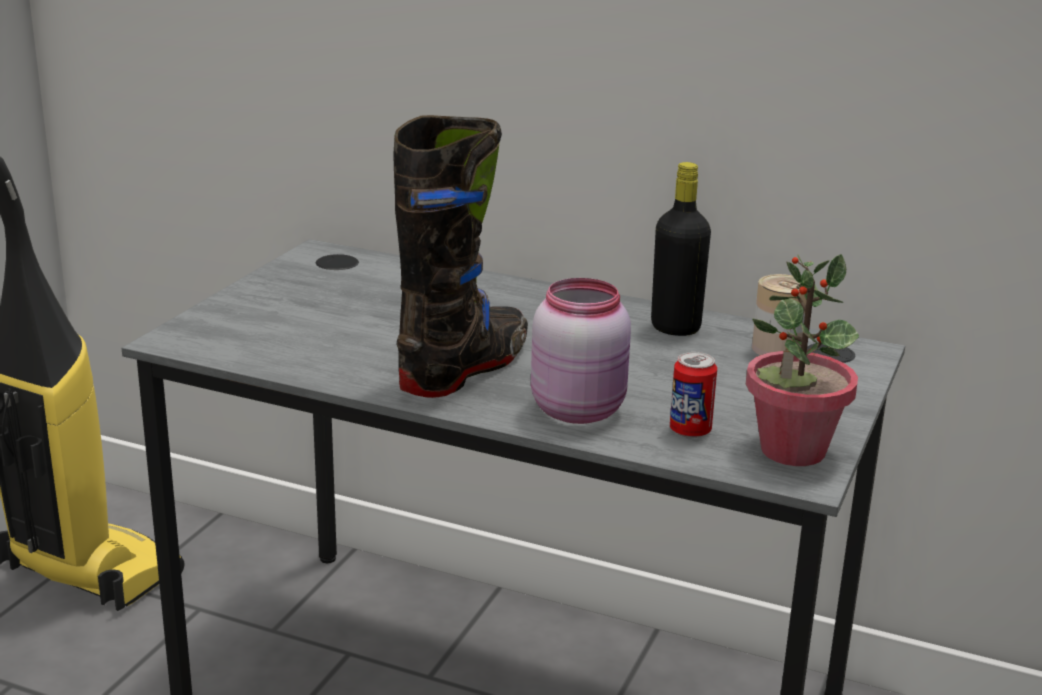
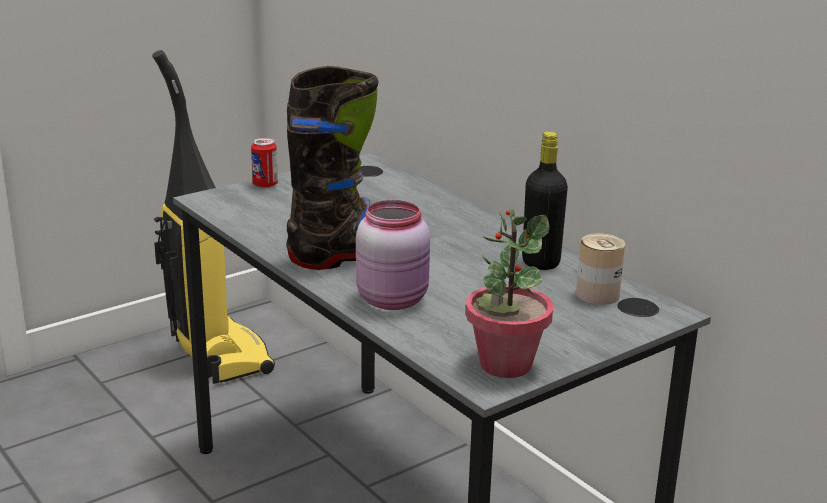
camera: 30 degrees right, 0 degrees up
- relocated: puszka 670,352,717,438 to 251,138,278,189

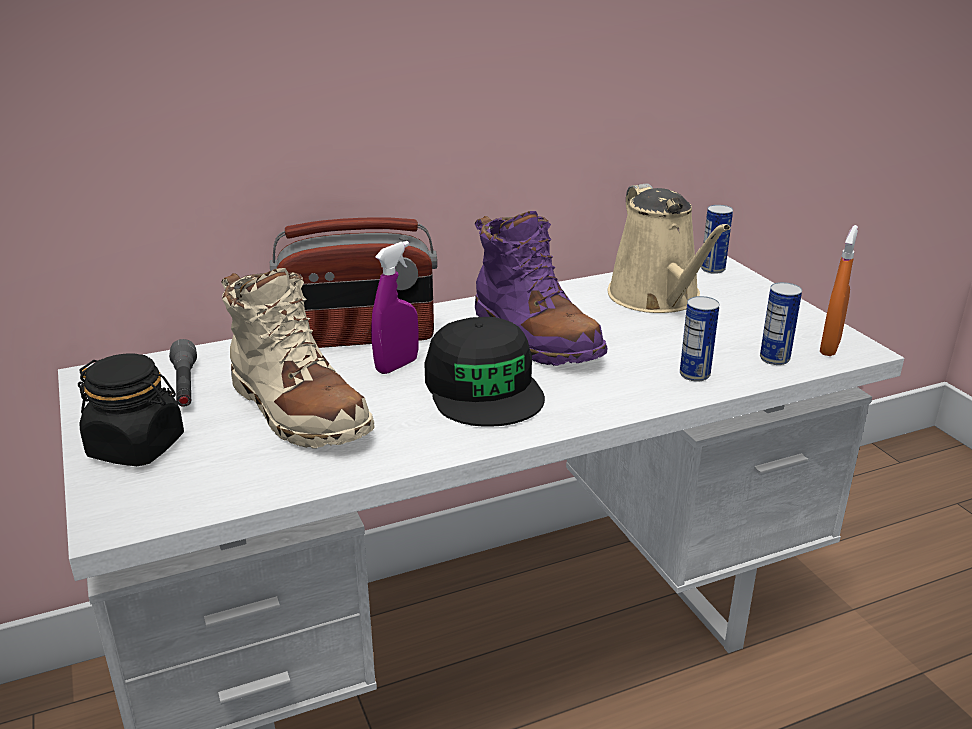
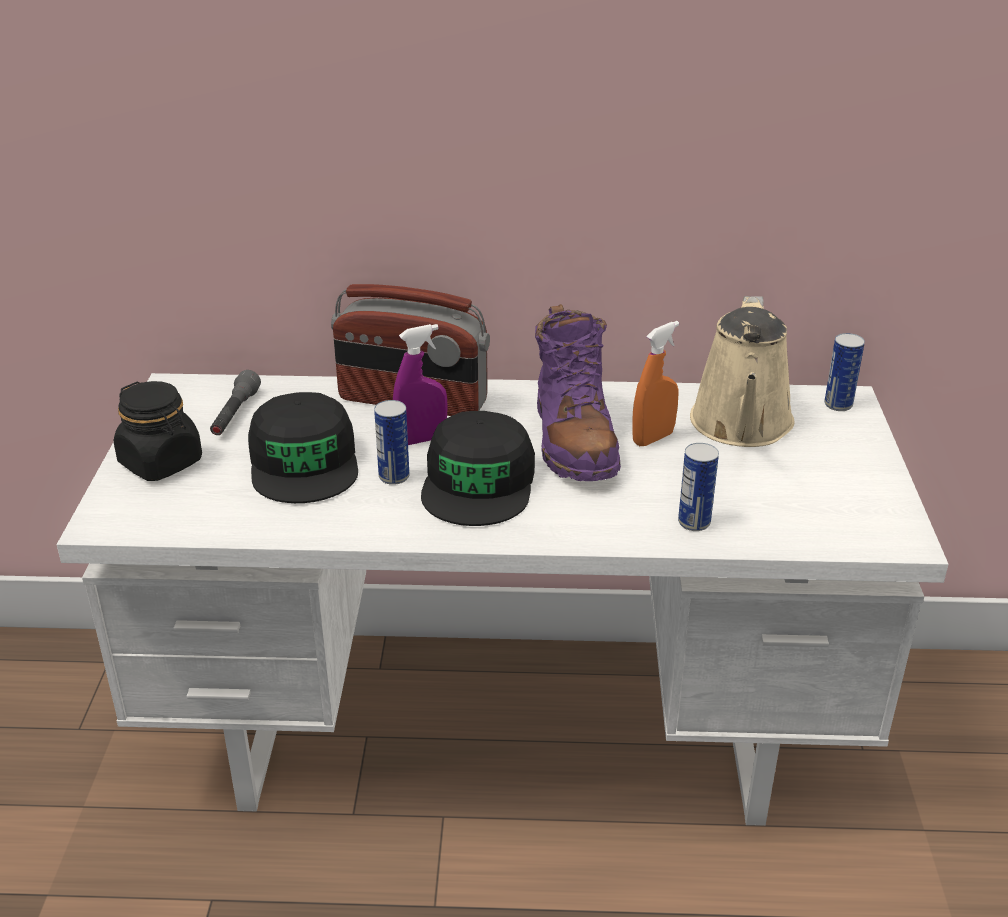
camera: 25 degrees right, 5 degrees up
- relocated: puszka 760,282,802,365 to 374,400,409,485
- relocated: spryskiwacz [pomarańczowy] 820,225,858,356 to 632,321,679,446
- exchanged: but z cholewką [beżowy] 221,268,374,449 to czapka z daszkiem [czarny] 248,392,358,503

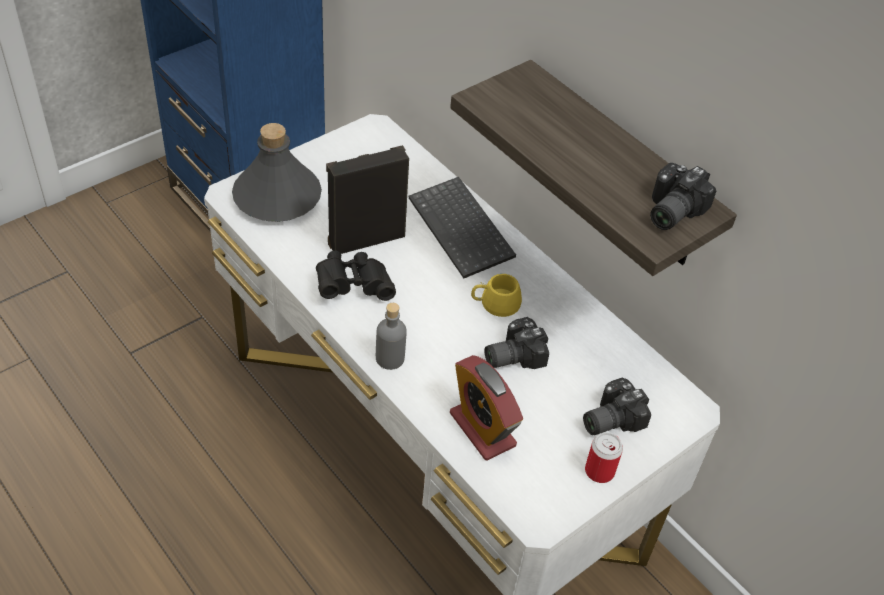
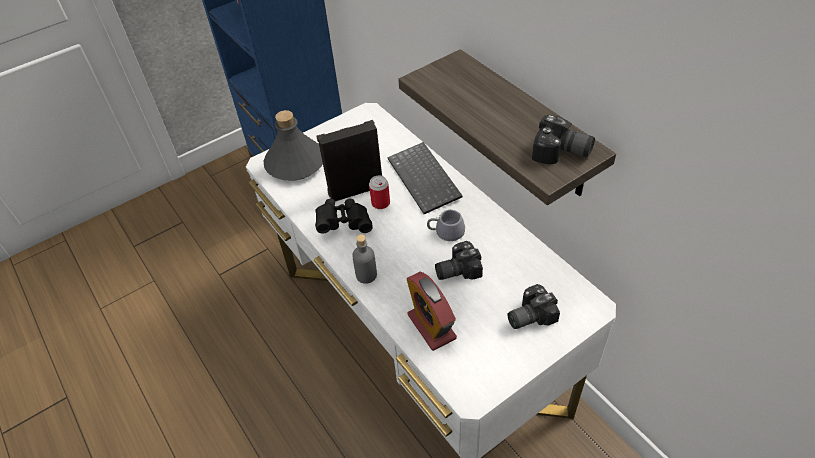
camera: 10 degrees right, 0 degrees up
- relocated: puszka 585,432,623,483 to 369,176,390,209
- colour: kubek [żółty] 471,274,522,317 to kubek [szary] 427,210,465,241
- spun: aparat fotograficzny 650,163,716,230 = 532,115,595,164 105 degrees counterclockwise

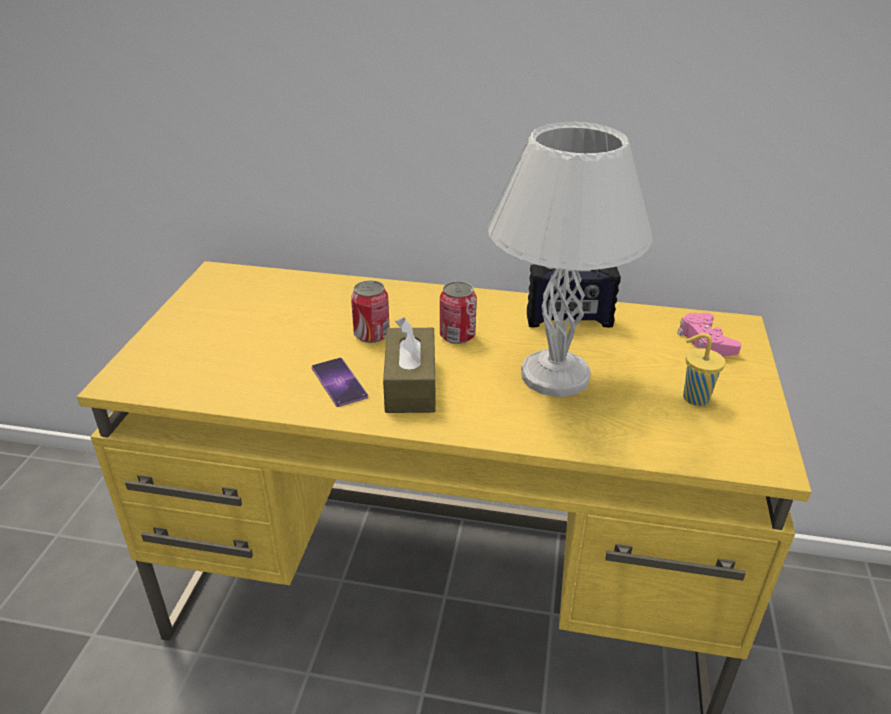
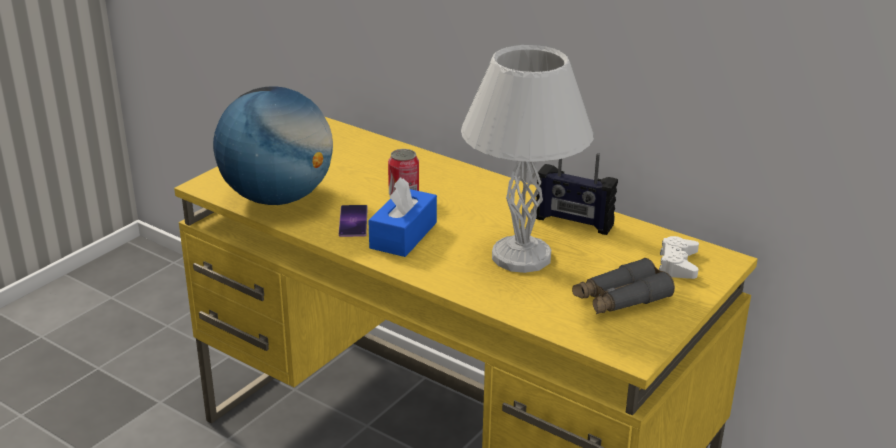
camera: 25 degrees right, 5 degrees down
- missing: puszka 440,281,477,344
- appeared: globus 213,87,333,205
- exchanged: filiżanka [żółty] 683,333,725,406 to lornetka [szary] 572,258,675,314
- colour: pudełko chusteczek [brązowy] 383,318,435,413 to pudełko chusteczek [niebieski] 368,177,437,257
- colour: pad do gier [różowy] 677,313,742,357 to pad do gier [biały] 659,236,699,279

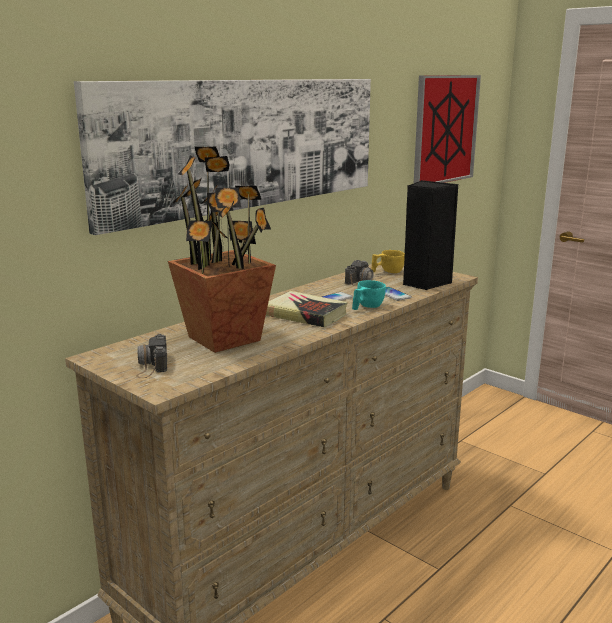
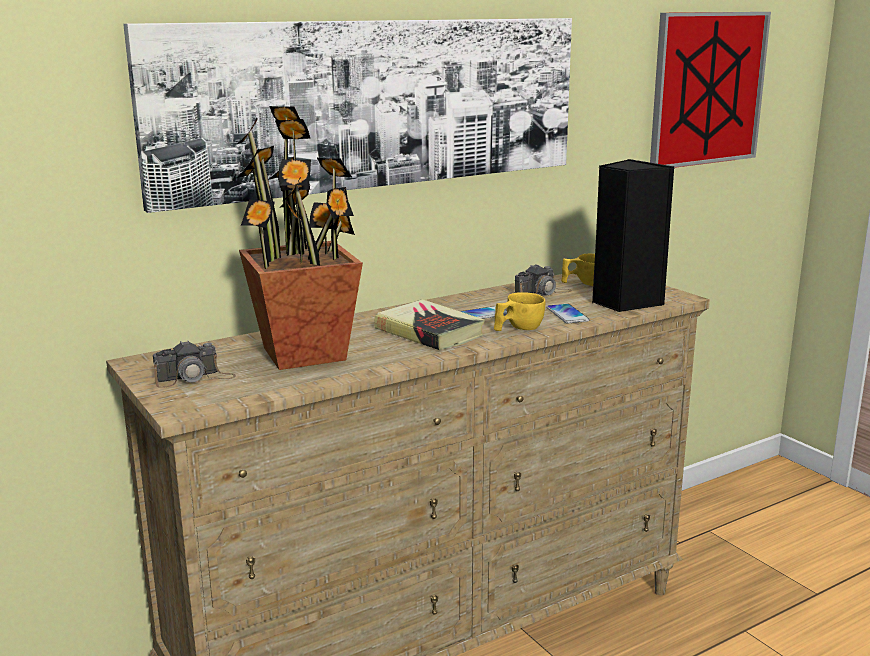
camera: 15 degrees right, 0 degrees up
- colour: filiżanka [turkusowy] 352,280,386,310 to filiżanka [żółty] 494,292,545,331
- spun: aparat fotograficzny 136,334,167,378 = 153,340,236,388 120 degrees counterclockwise

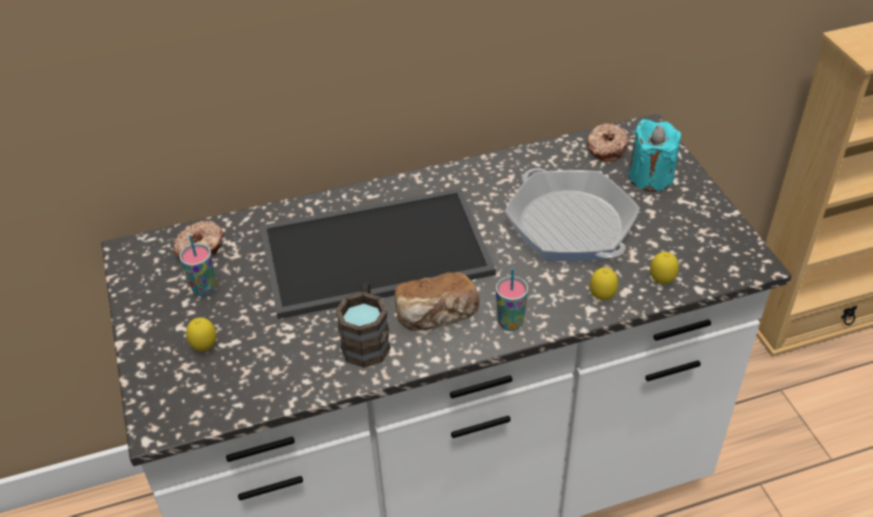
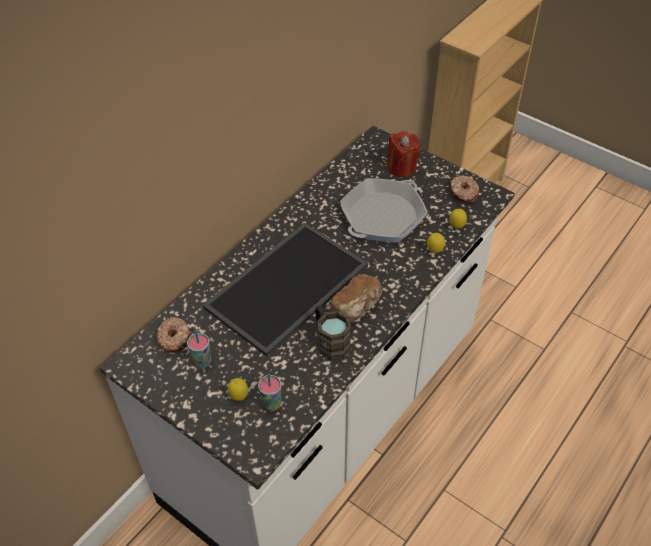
camera: 35 degrees left, 5 degrees up
- relocated: filiżanka 496,268,528,331 to 258,373,282,411
- relocated: donut 587,123,629,162 to 450,175,479,203
- colour: świeca [turkusowy] 628,119,681,192 to świeca [czerwony] 387,131,420,177
- spun: patelnia 504,168,640,261 = 340,178,428,242 75 degrees counterclockwise

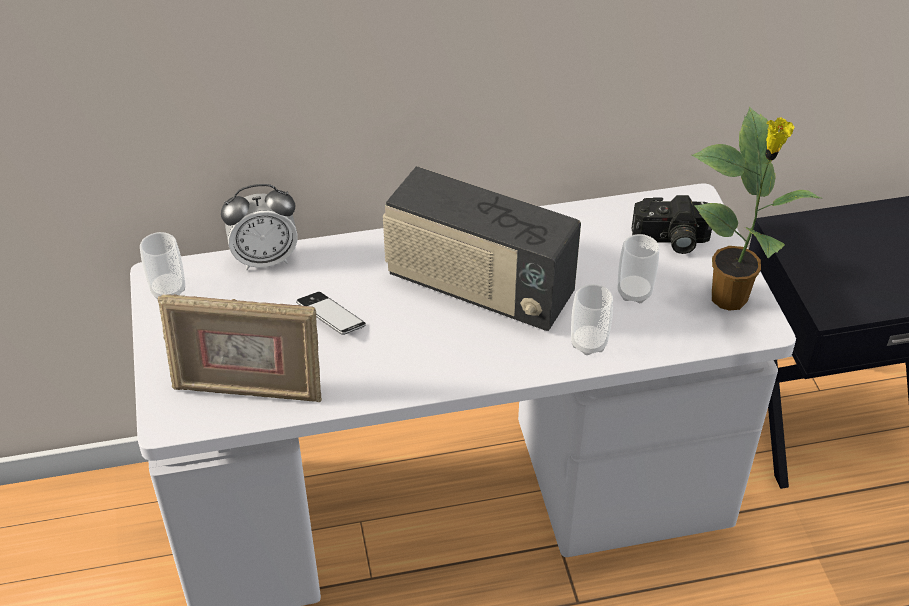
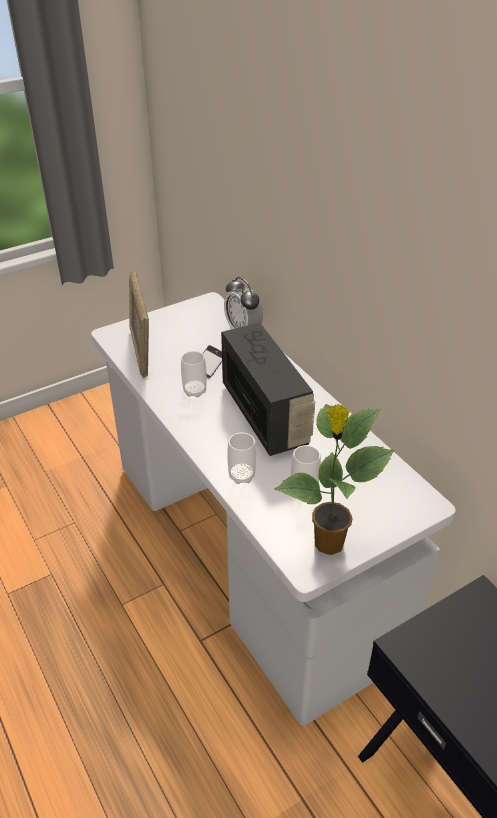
camera: 70 degrees right, 5 degrees down
- missing: aparat fotograficzny 632,195,712,254
- relocated: filiżanka 140,232,185,300 to 181,351,207,397
- spun: radio 383,166,581,331 = 221,323,315,456 150 degrees clockwise

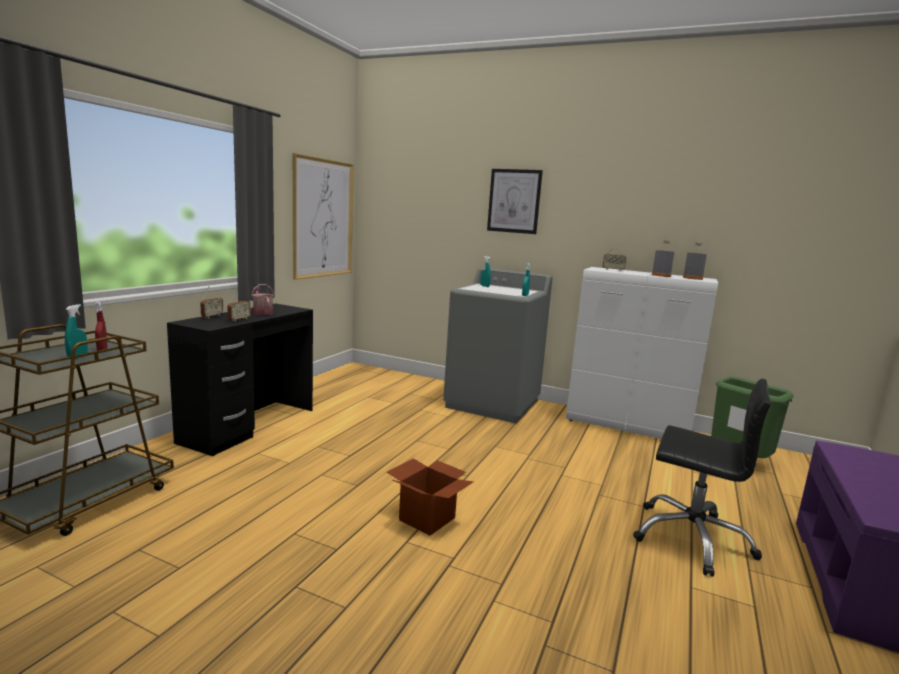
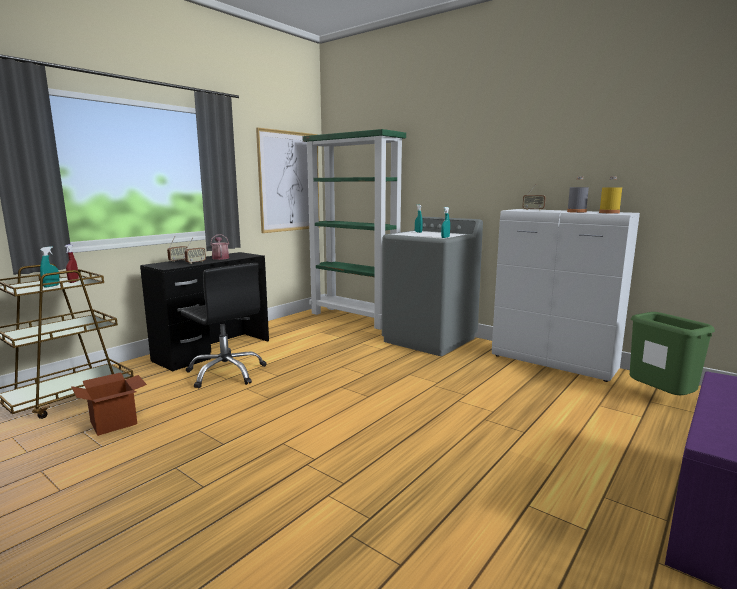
camera: 15 degrees right, 0 degrees up
- missing: obraz 487,169,543,234
- appeared: regał [zielony] 303,129,406,330
- relocated: karton 387,458,473,536 to 71,372,147,436
- relocated: krzesło biurowe [czarny] 633,379,771,576 to 181,263,267,388
- colour: butelka [szary] 683,243,707,280 to butelka [żółty] 599,176,622,214

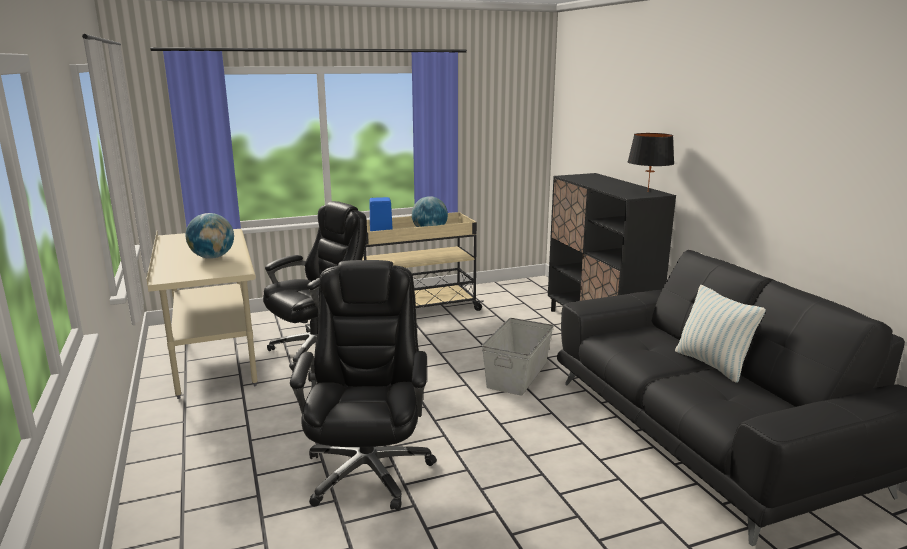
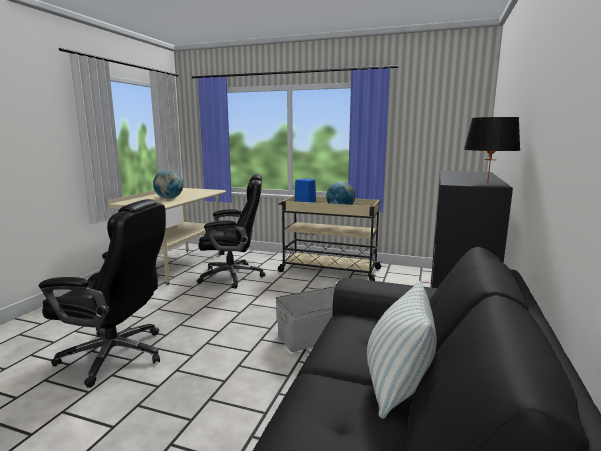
camera: 40 degrees right, 5 degrees down
- spun: krzesło biurowe [czarny] 290,260,437,511 = 39,199,166,388 60 degrees clockwise

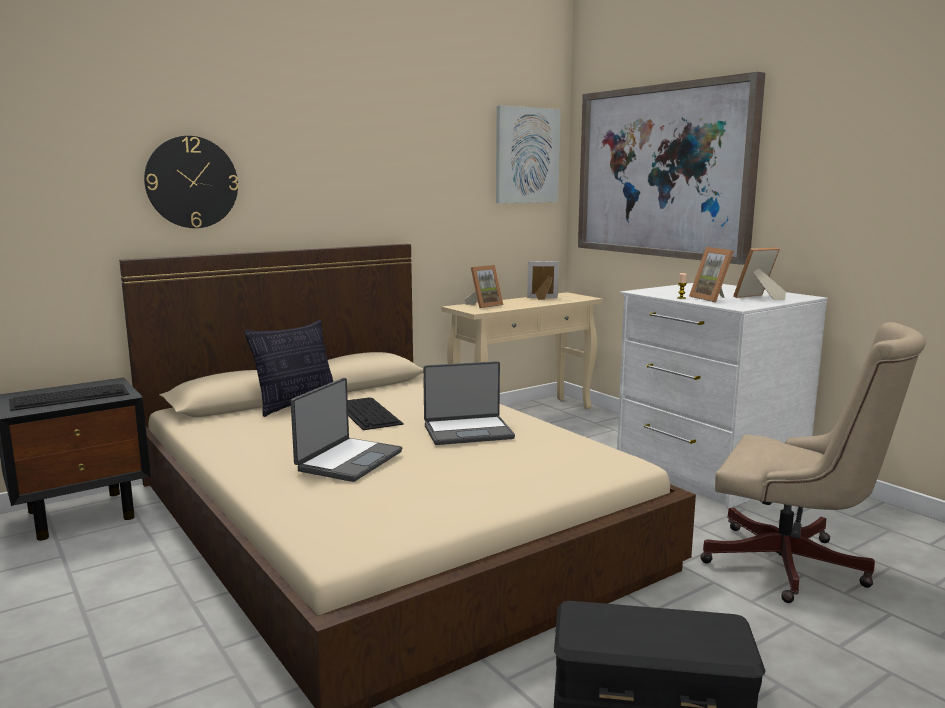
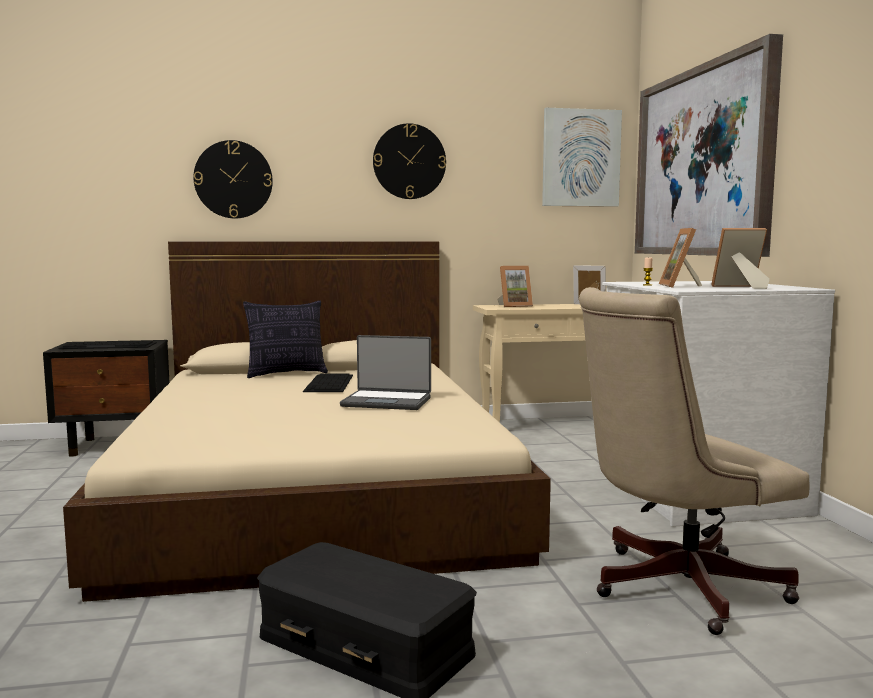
camera: 25 degrees right, 5 degrees down
- missing: laptop 290,378,402,482
- appeared: zegar ścienny 373,123,446,199
- spun: krzesło biurowe [beżowy] 700,322,926,603 = 579,287,810,635 105 degrees clockwise

